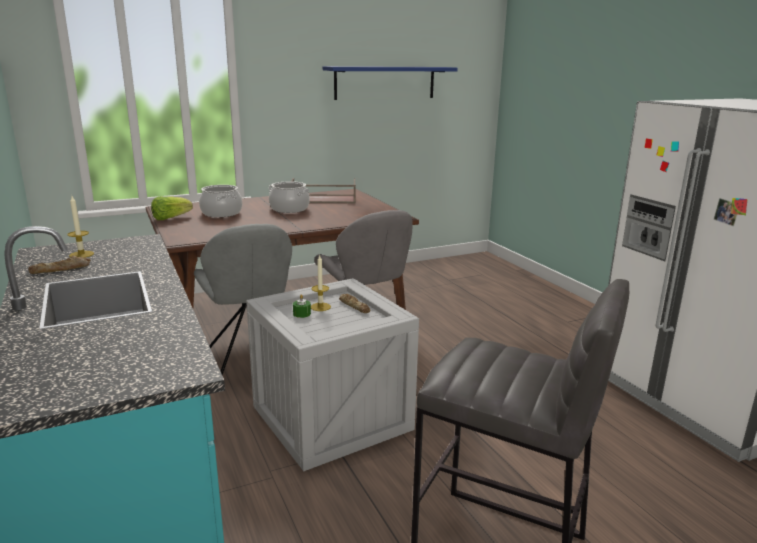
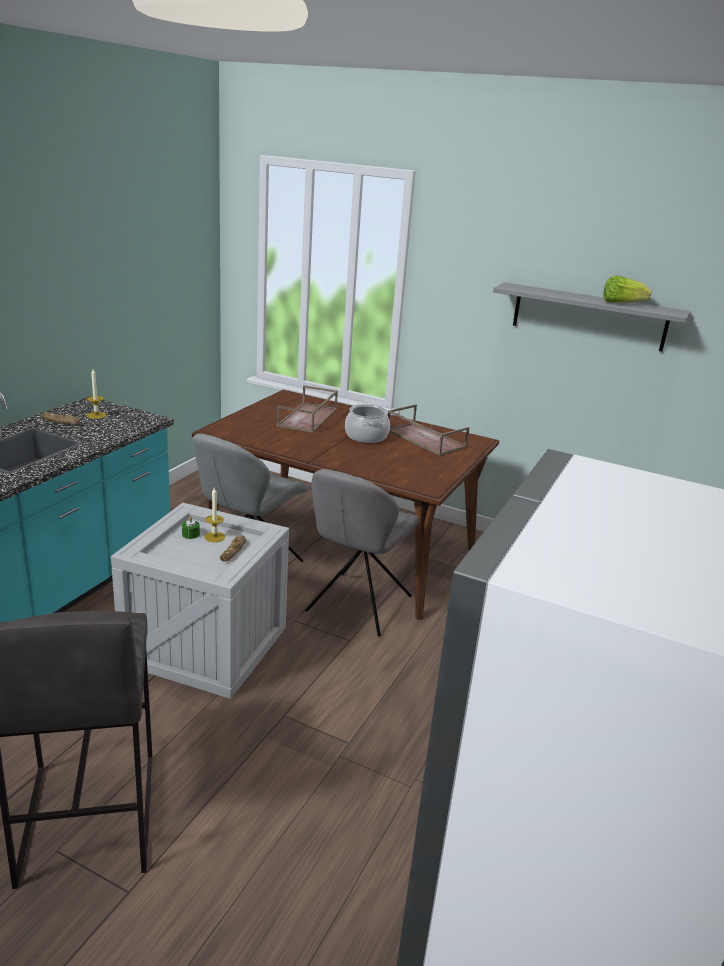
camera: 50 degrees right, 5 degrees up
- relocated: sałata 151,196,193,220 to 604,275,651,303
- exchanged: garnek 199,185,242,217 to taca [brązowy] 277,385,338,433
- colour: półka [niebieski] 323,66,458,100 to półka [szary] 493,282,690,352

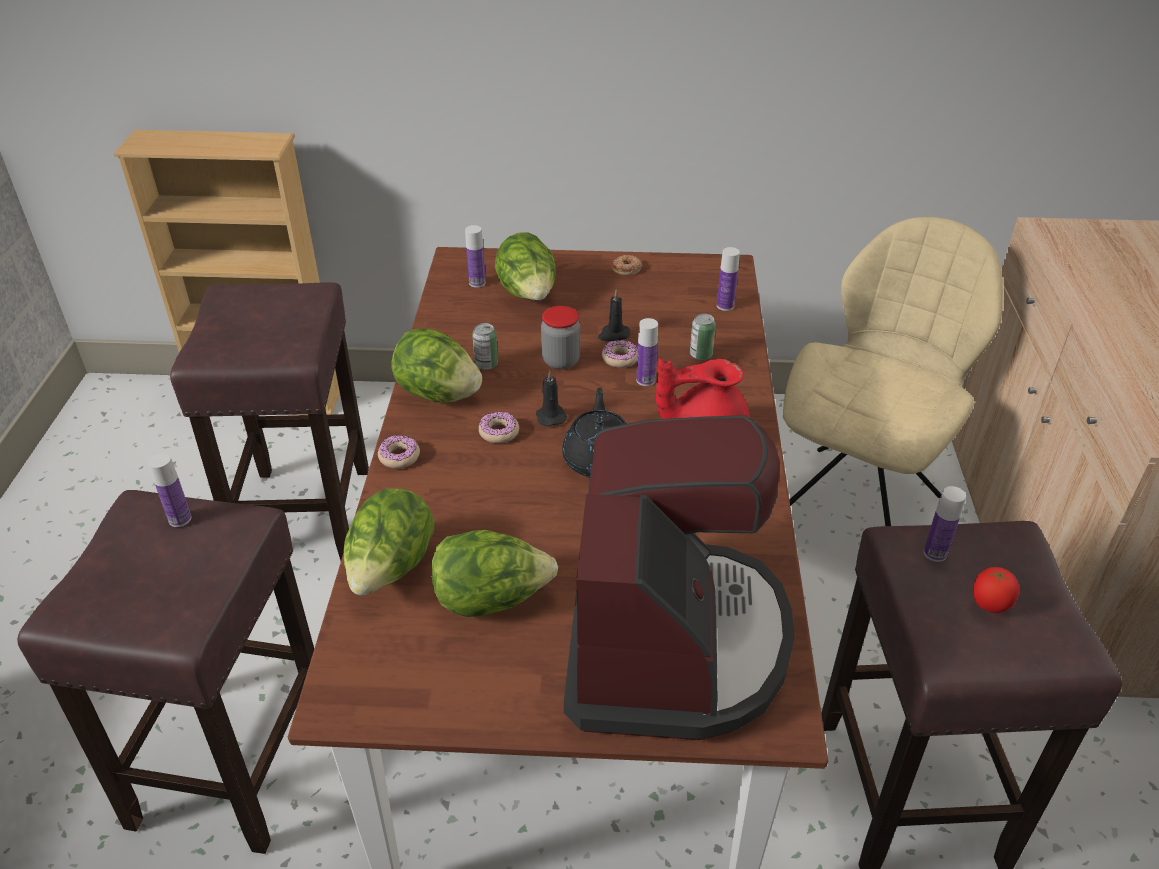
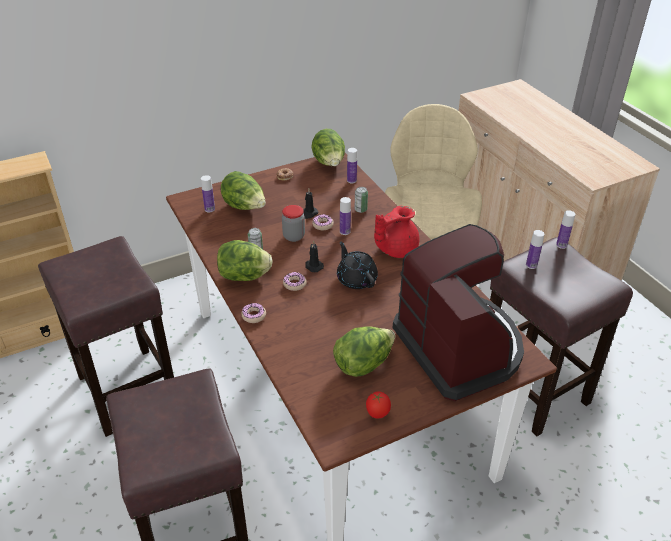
camera: 30 degrees left, 0 degrees up
- relocated: butelka 148,453,192,527 to 556,210,575,249
- relocated: sałata 343,488,435,596 to 311,129,345,166
- relocated: pomidor 973,567,1019,613 to 366,391,391,418

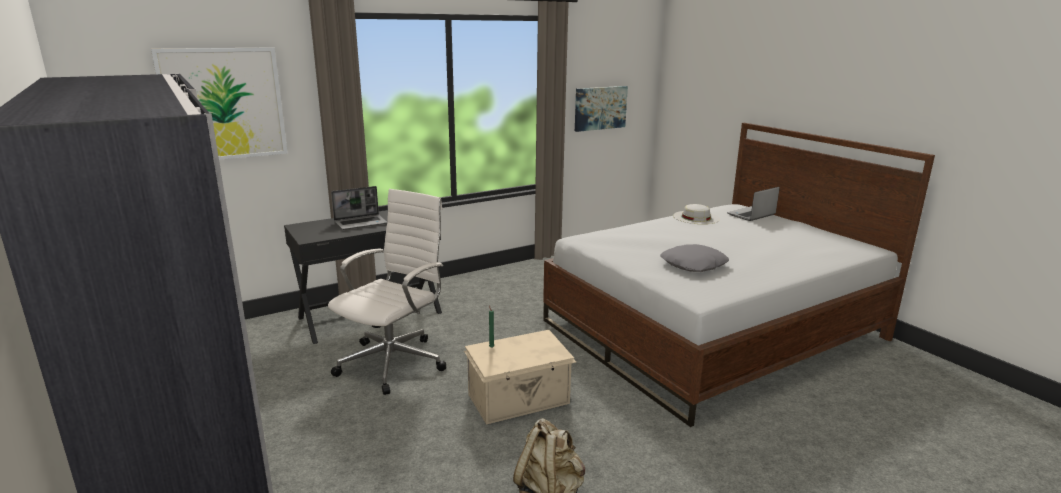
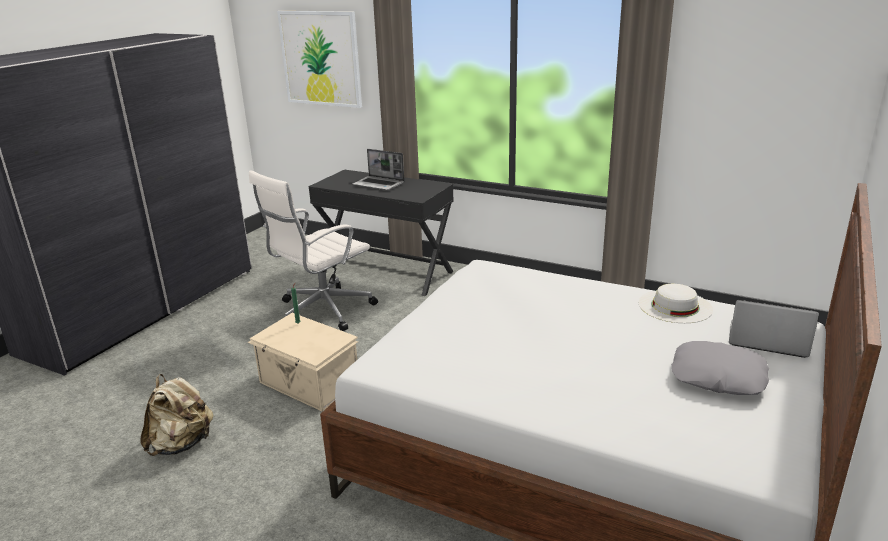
camera: 60 degrees right, 5 degrees up
- missing: obraz 575,86,628,132
- relocated: poduszka [szary] 660,244,729,272 to 672,341,769,395
- spun: krzesło biurowe [biały] 328,189,446,395 = 249,170,378,331 135 degrees clockwise

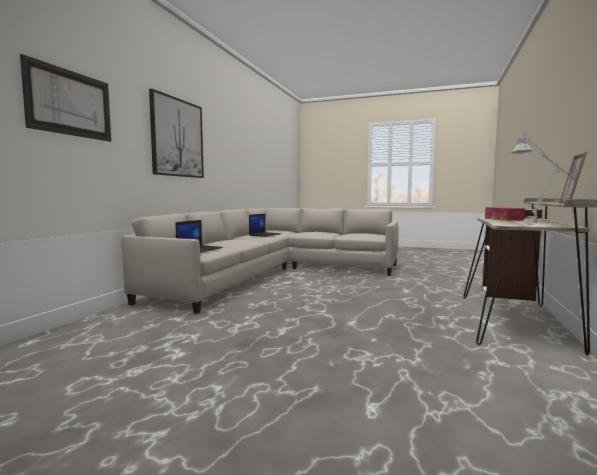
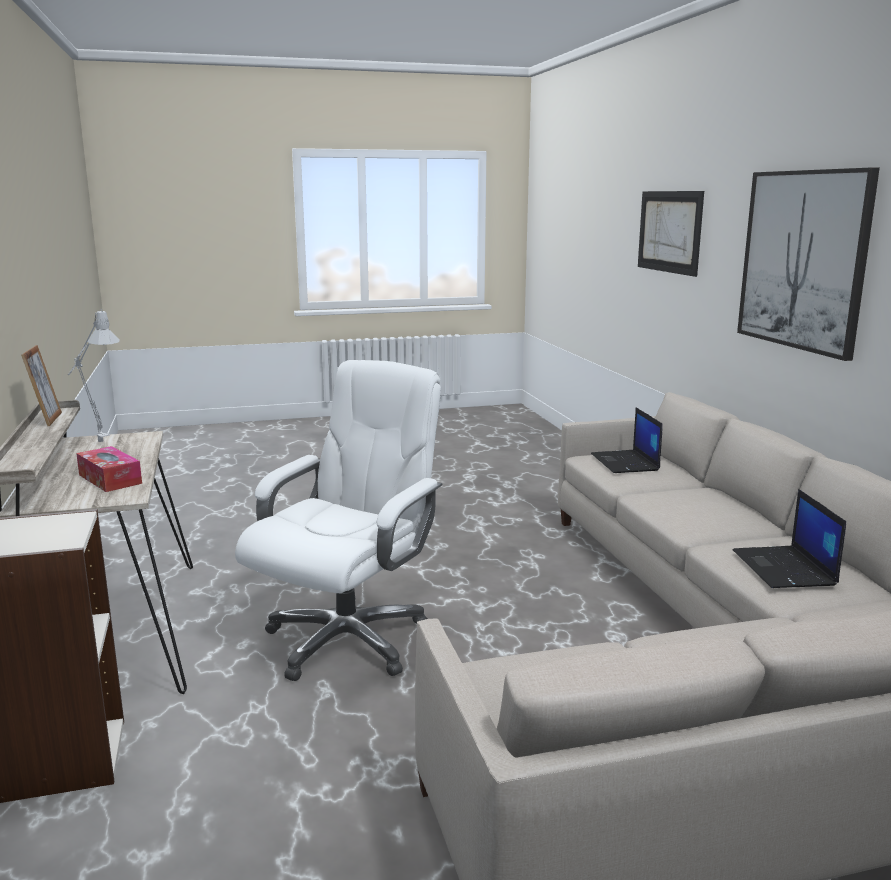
camera: 145 degrees right, 10 degrees up
- appeared: krzesło biurowe [biały] 235,360,442,681

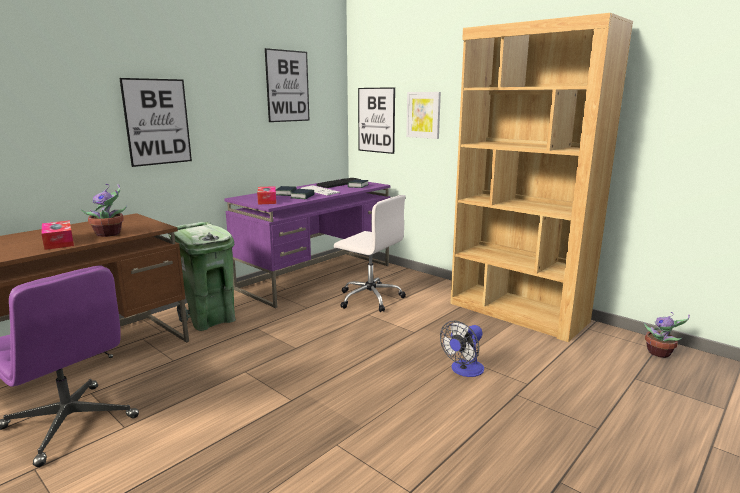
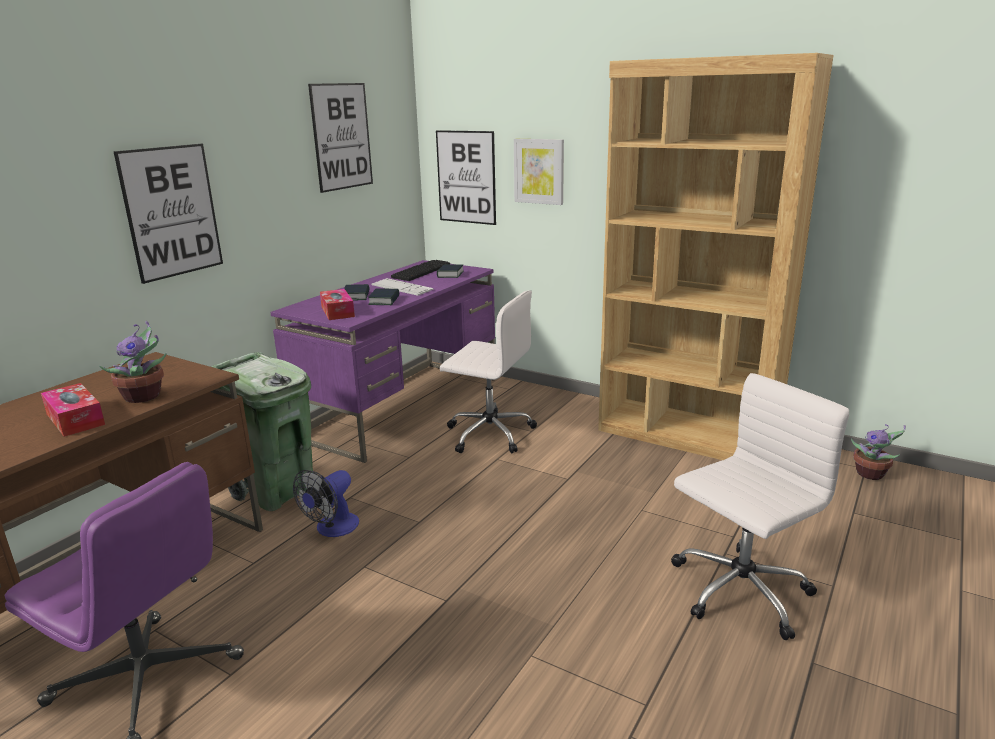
camera: 10 degrees left, 5 degrees up
- appeared: krzesło biurowe [biały] 671,373,849,640
- relocated: wentylator 440,321,484,377 to 293,470,359,537

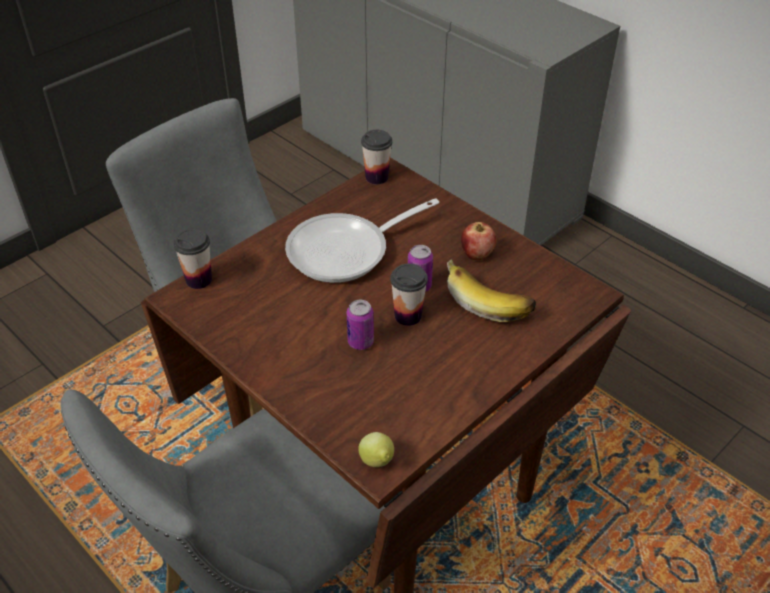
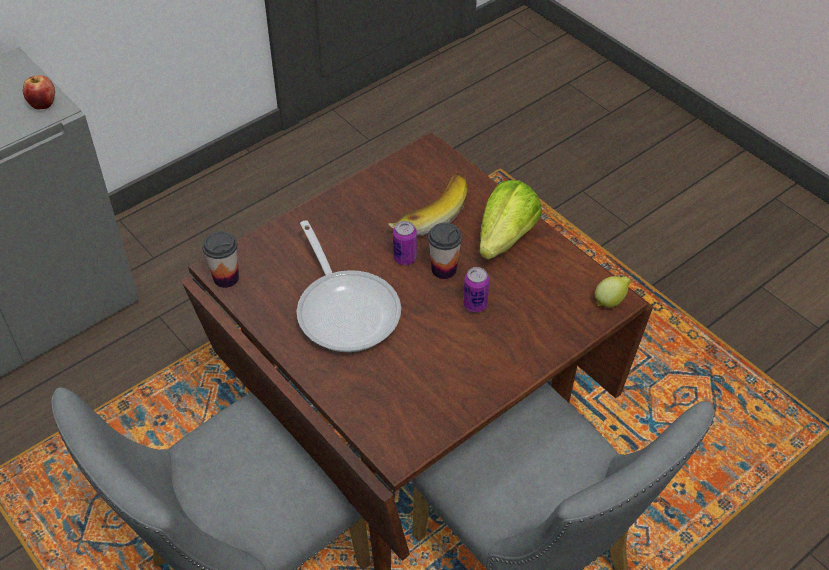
camera: 85 degrees left, 5 degrees up
- missing: filiżanka 173,229,212,289
- appeared: sałata 479,180,542,260
- relocated: jabłko 461,222,497,260 to 23,75,55,109

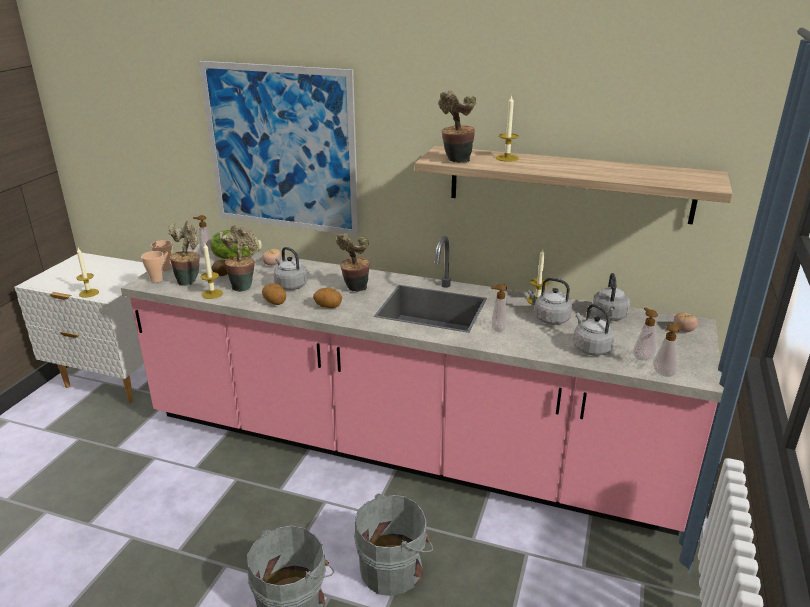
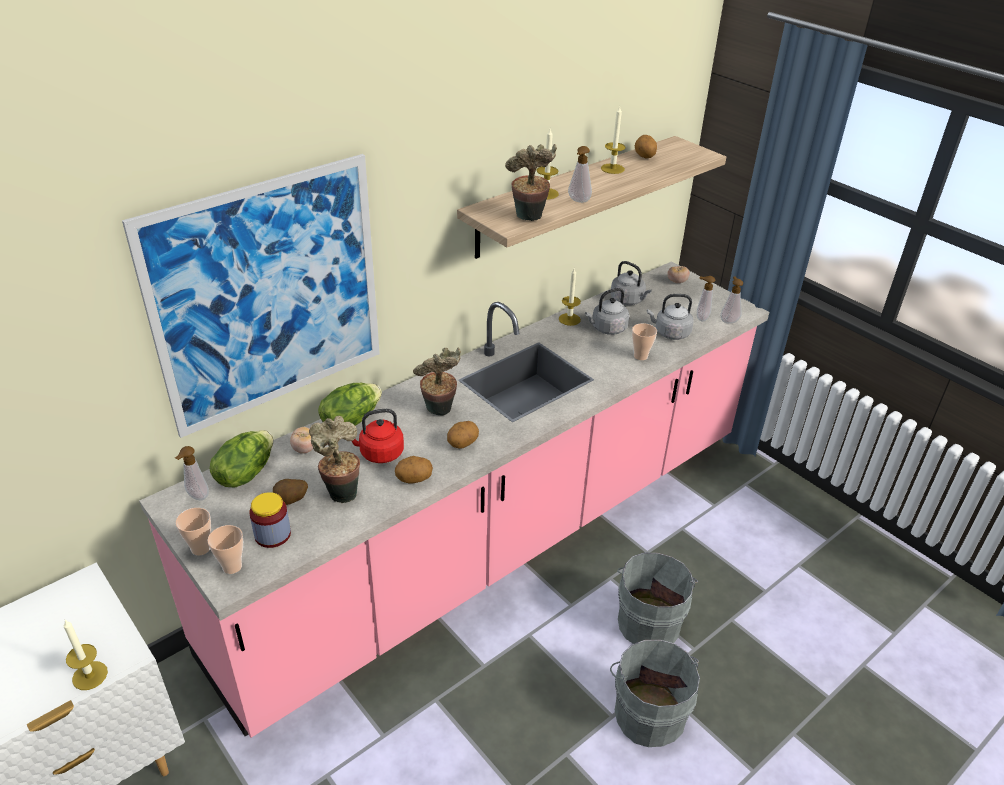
camera: 60 degrees left, 10 degrees up
- appeared: sałata 318,383,382,426
- appeared: filiżanka 632,323,657,360
- appeared: ziemniak 635,135,657,159
- relocated: świeca 200,243,223,299 to 601,106,625,174
- relocated: dozownik mydła 490,284,507,333 to 568,146,592,203
- exchanged: roślina doniczkowa 168,221,200,286 to słoik 249,492,291,548
- colour: czajnik [szary] 274,247,308,290 to czajnik [czerwony] 352,409,404,463

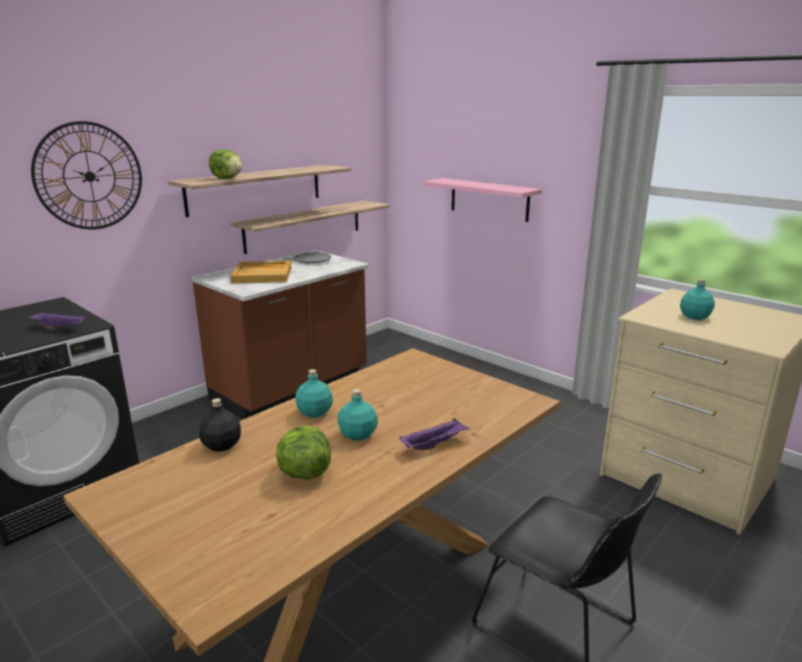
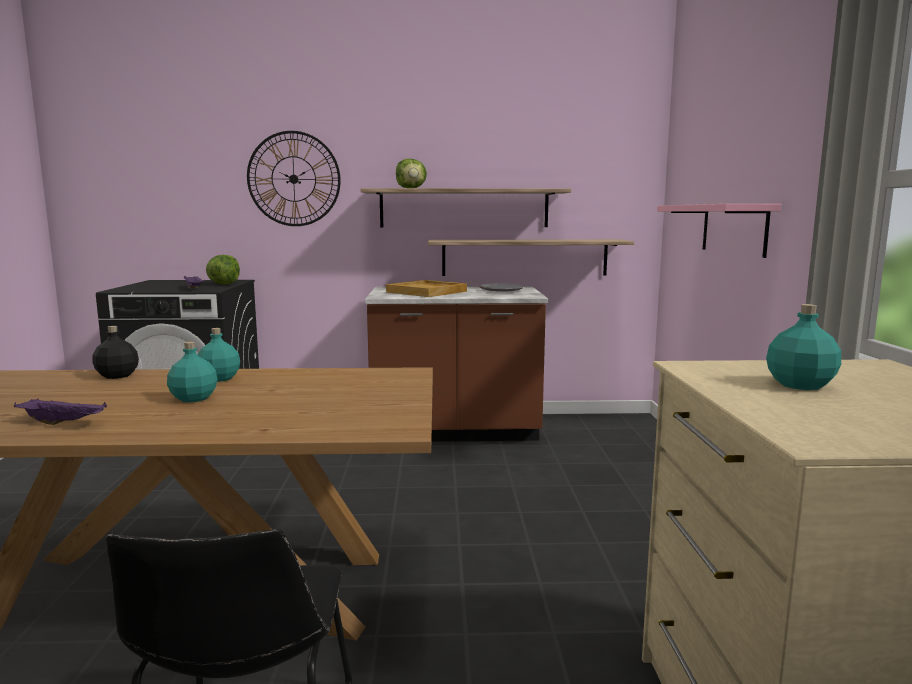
camera: 45 degrees right, 10 degrees down
- relocated: sałata 276,425,331,480 to 206,255,240,284
- relocated: taca [fioletowy] 399,418,471,451 to 14,398,107,425

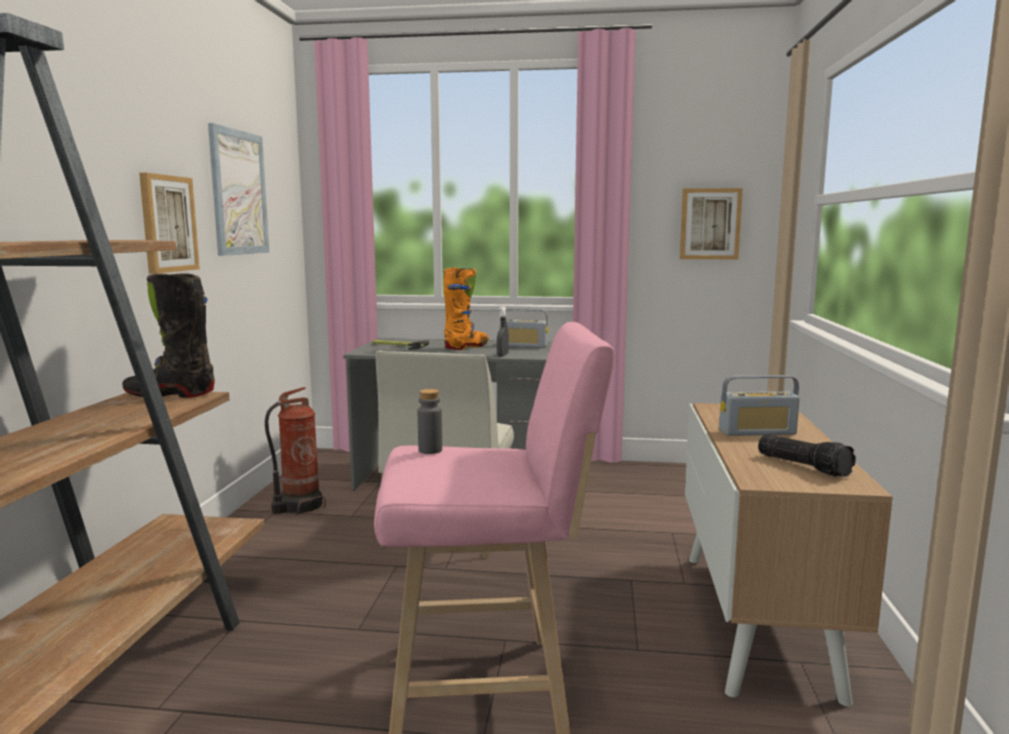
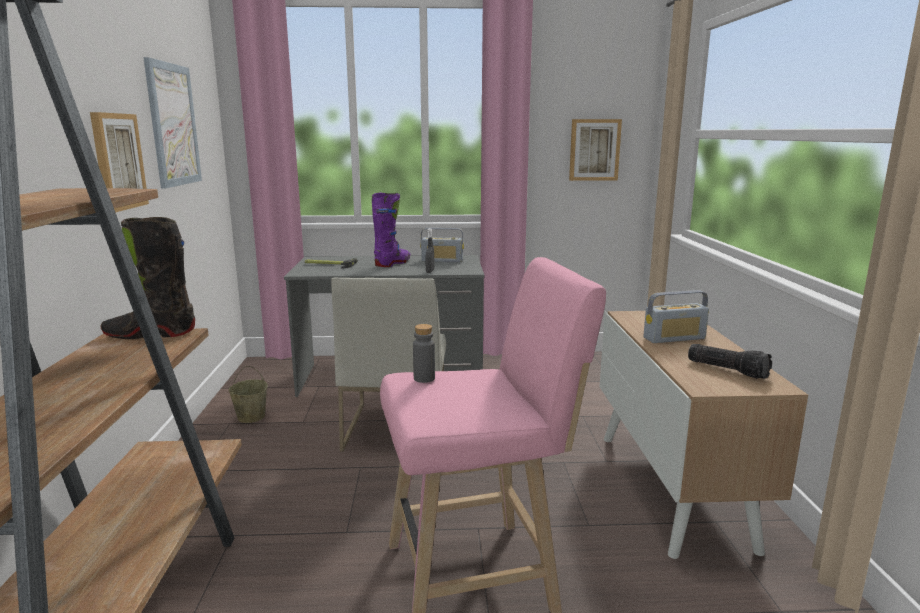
camera: 10 degrees left, 5 degrees up
- exchanged: gaśnica 265,387,326,515 to wiadro [beżowy] 228,366,268,423
- colour: but z cholewką [pomarańczowy] 444,268,489,350 to but z cholewką [fioletowy] 372,193,410,267

